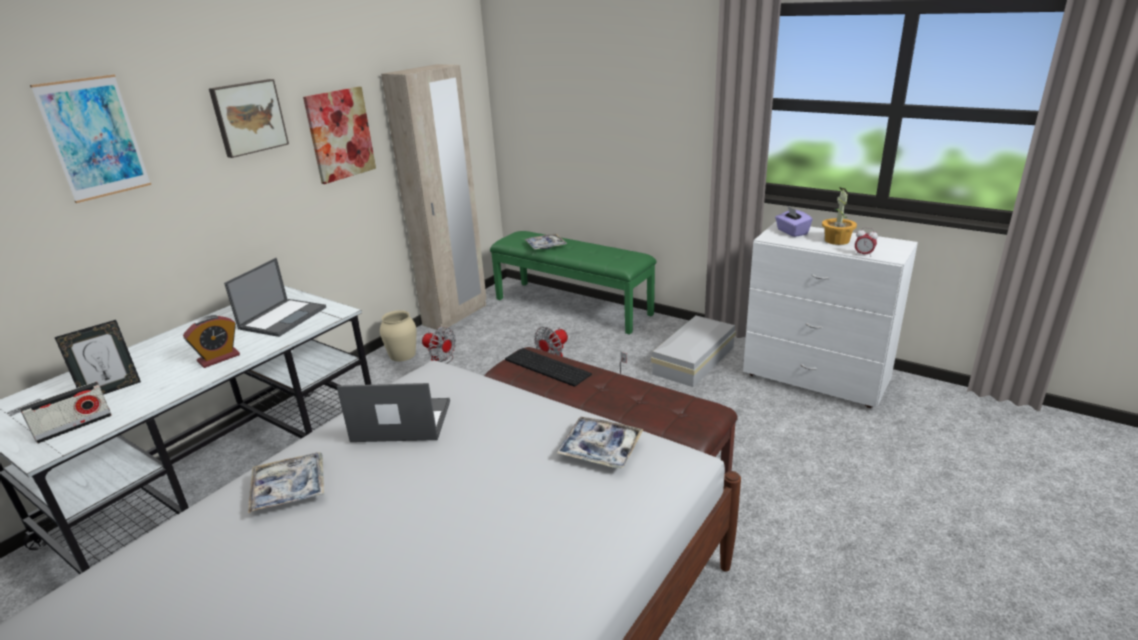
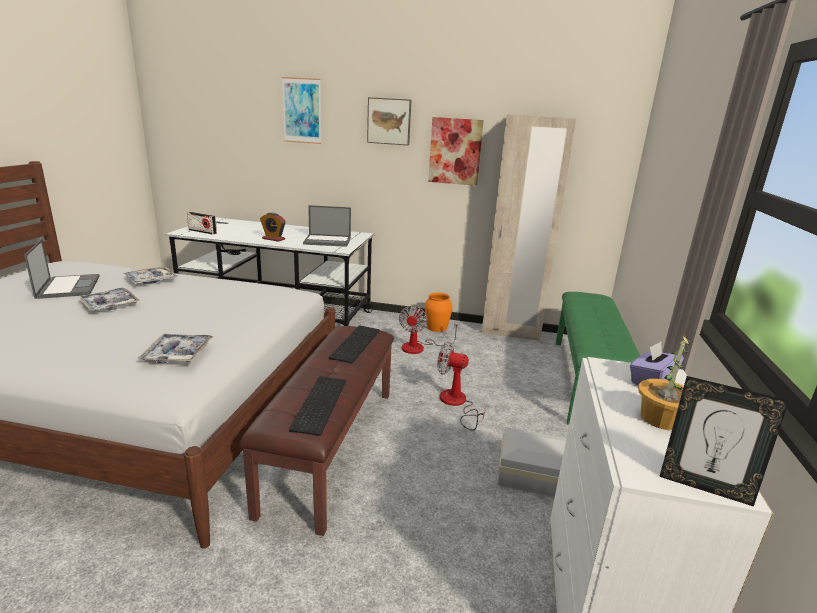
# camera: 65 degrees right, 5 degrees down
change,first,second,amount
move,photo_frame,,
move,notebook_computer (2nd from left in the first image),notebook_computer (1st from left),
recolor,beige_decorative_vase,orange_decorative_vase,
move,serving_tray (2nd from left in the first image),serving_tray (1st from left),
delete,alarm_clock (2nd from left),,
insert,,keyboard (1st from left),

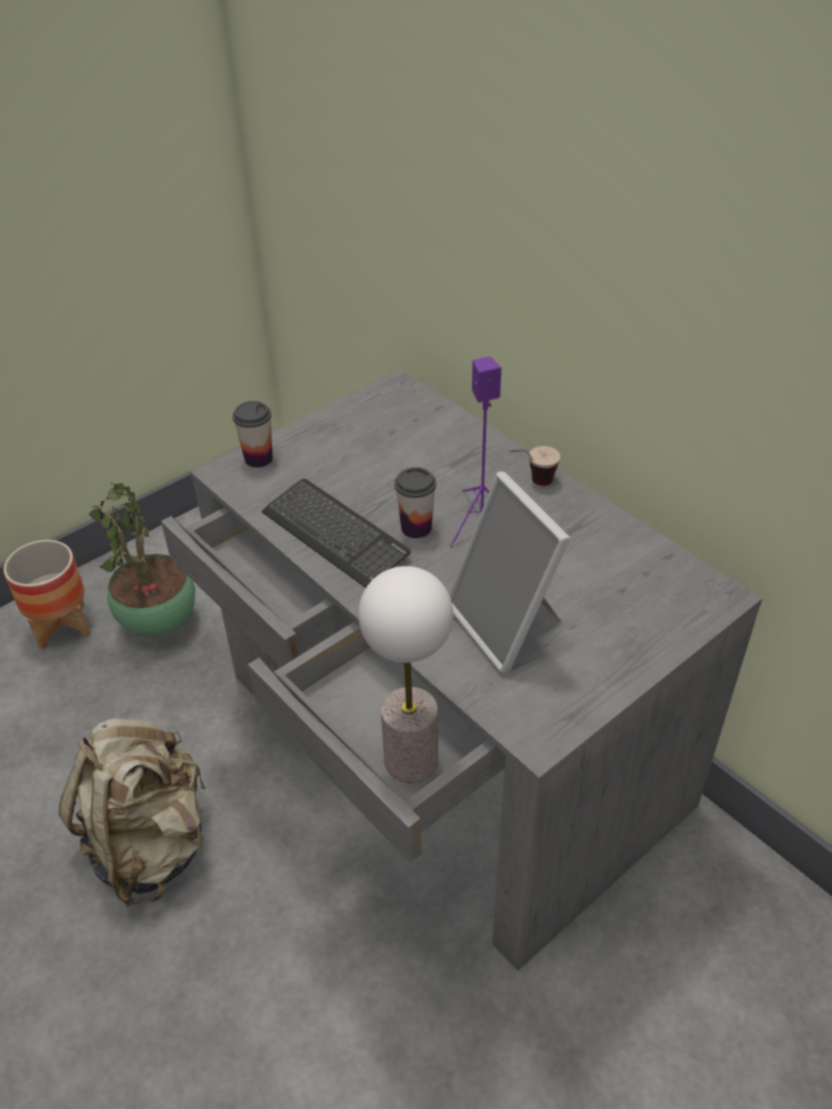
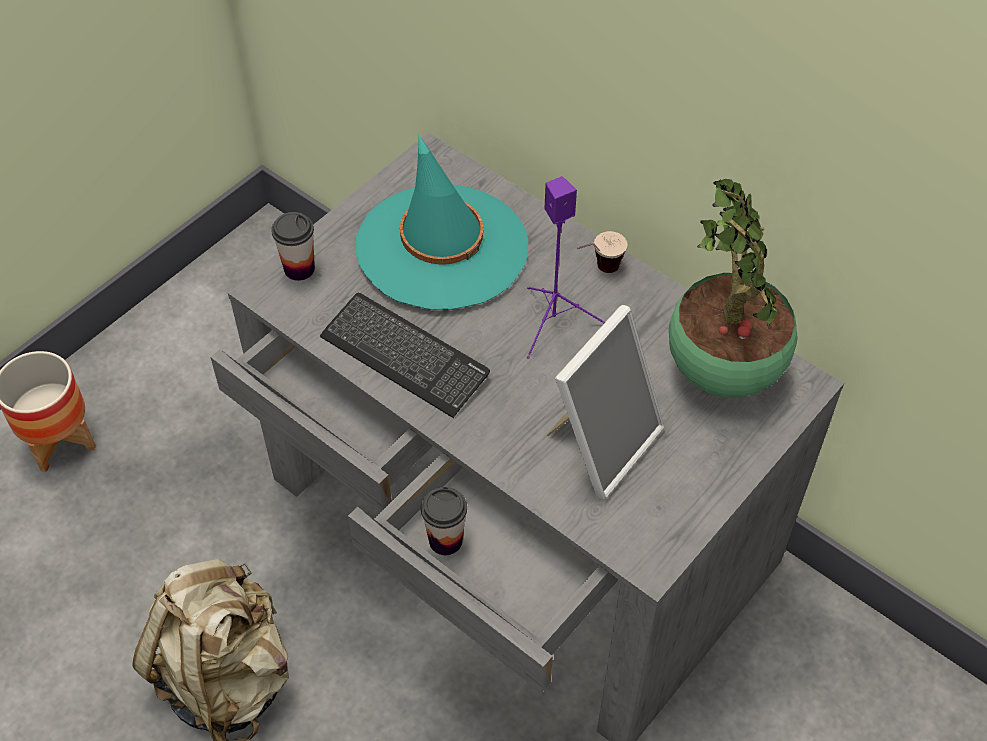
# camera: 10 degrees left, 10 degrees up
change,first,second,amount
move,plant_in_a_pot,,
delete,lamp_for_a_table,,
move,drinking_cup (2nd from left),,
rotate,photo_frame,,105 degrees counterclockwise
insert,,turquoise-coloured_clothing_hat,

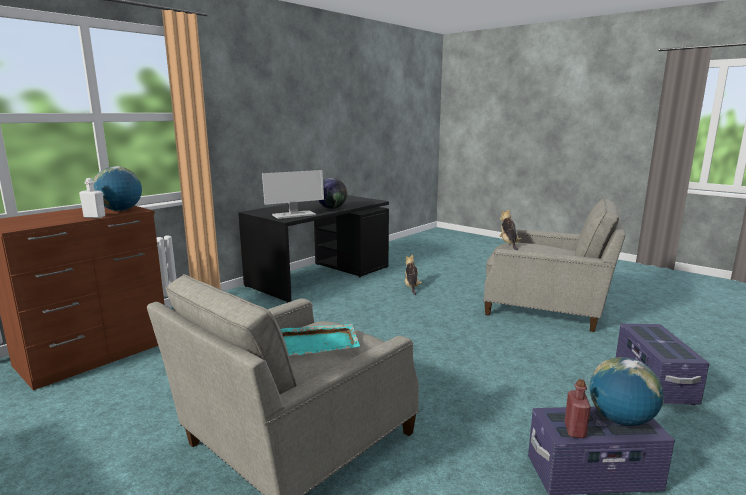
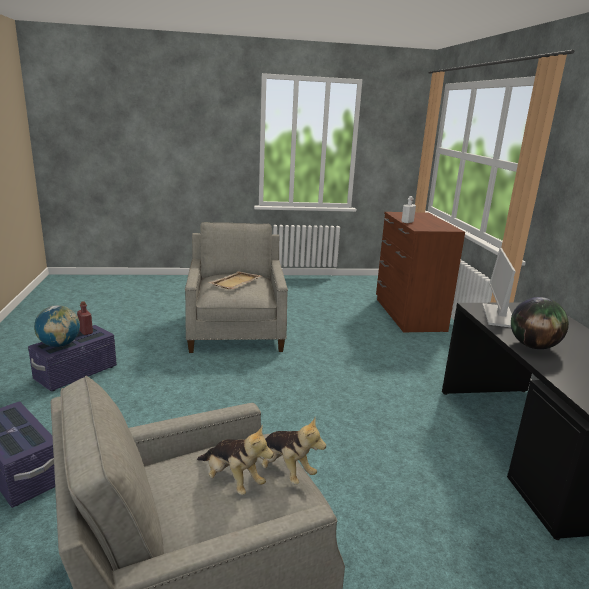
# camera: 130 degrees right, 5 degrees up
change,first,second,amount
delete,globe (1st from left),,
recolor,turquoise-coloured_serving_tray,beige_serving_tray,
move,cuddly_toy (1st from left),,

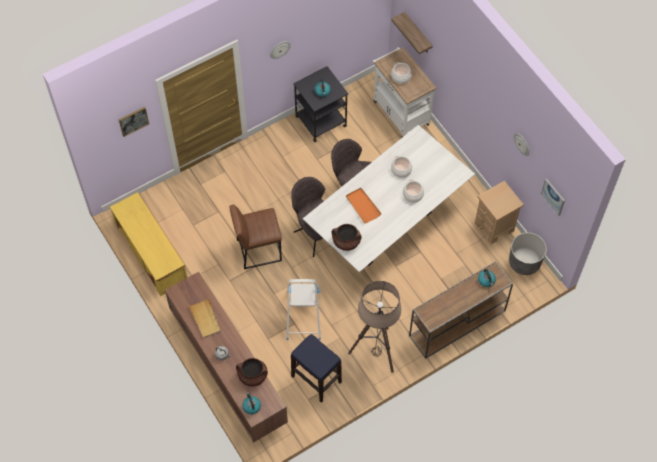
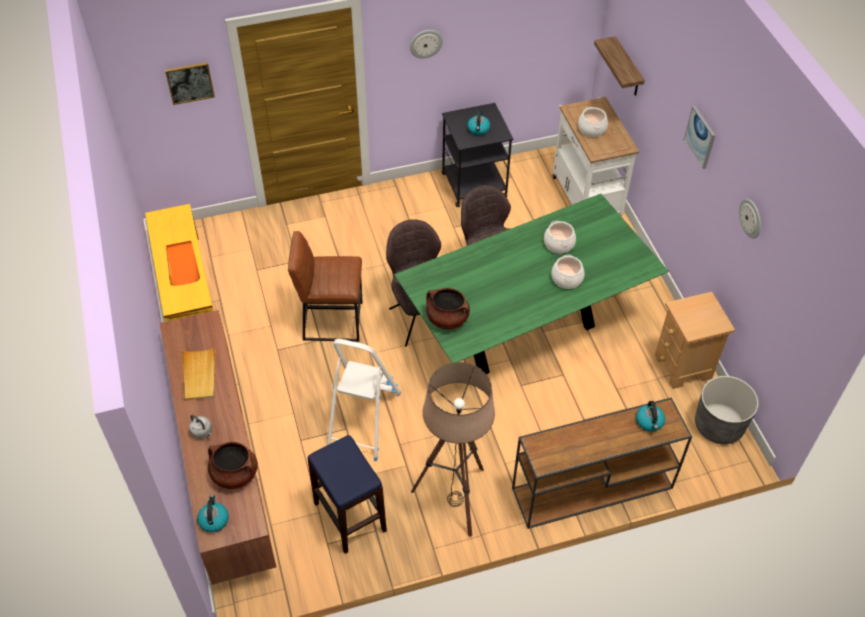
# camera: 15 degrees right, 10 degrees down
change,first,second,amount
recolor,white-coloured_dinner_table,greenish_dinner_table,
move,orange_serving_tray,,
move,wall_art (2nd from left),,

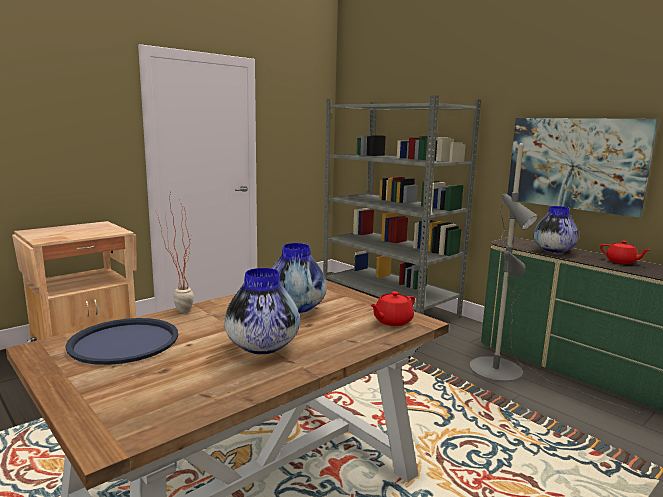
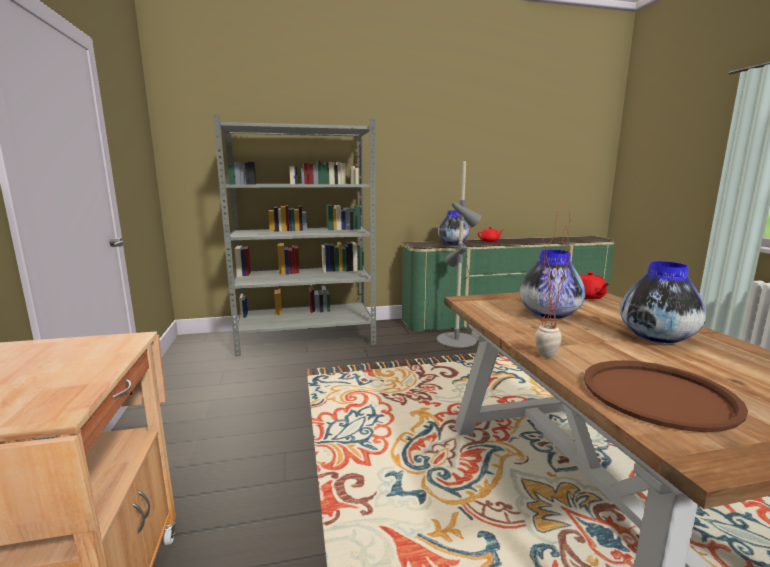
# camera: 60 degrees left, 0 degrees up
change,first,second,amount
recolor,blue-coloured_serving_tray,brown-coloured_serving_tray,
delete,wall_art,,

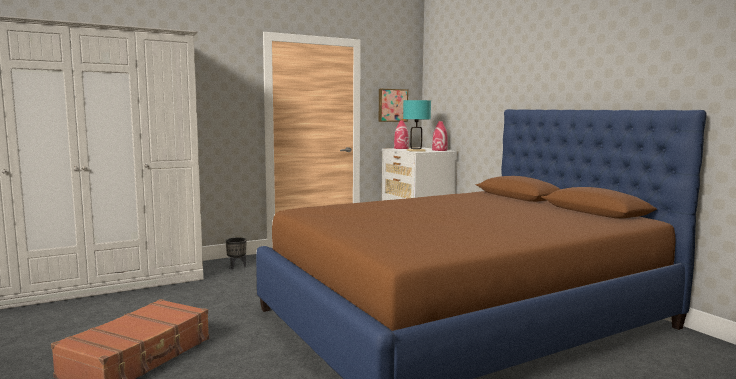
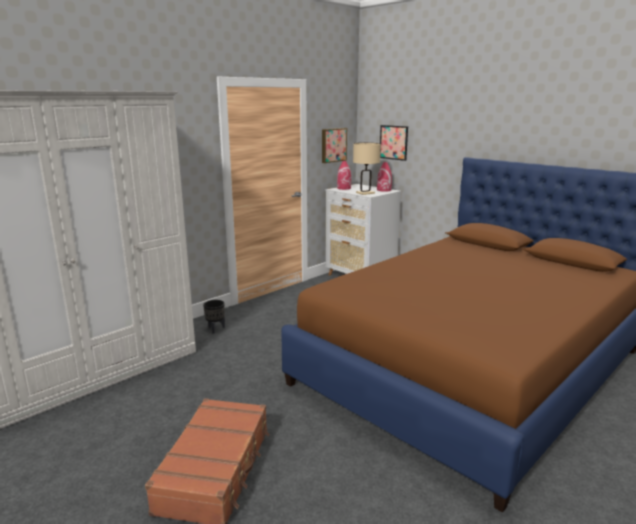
# camera: 15 degrees left, 10 degrees up
change,first,second,amount
recolor,turquoise-coloured_lamp_for_a_table,beige_lamp_for_a_table,
insert,,wall_art (2nd from left),

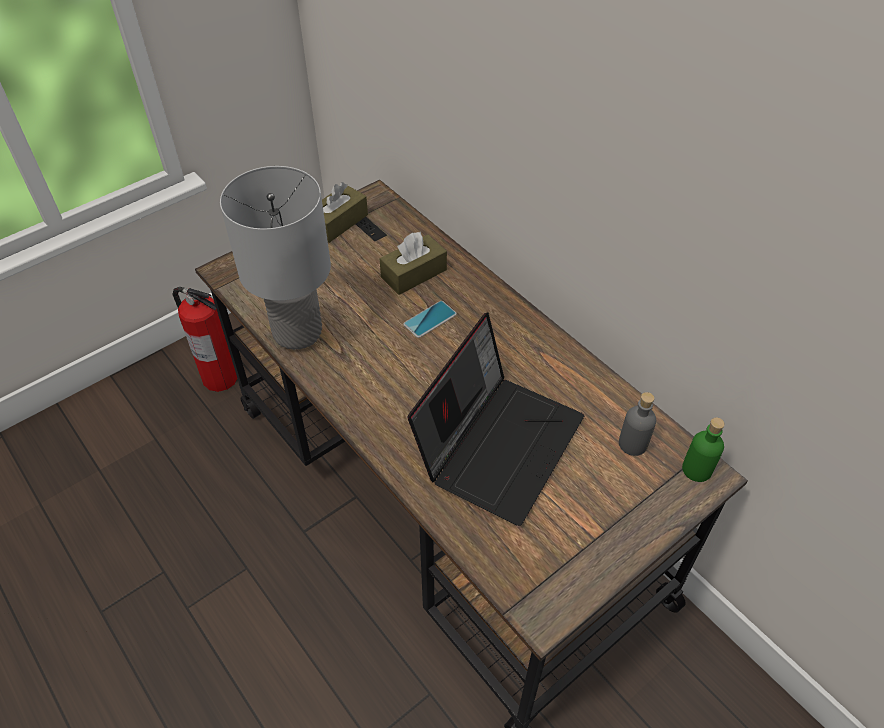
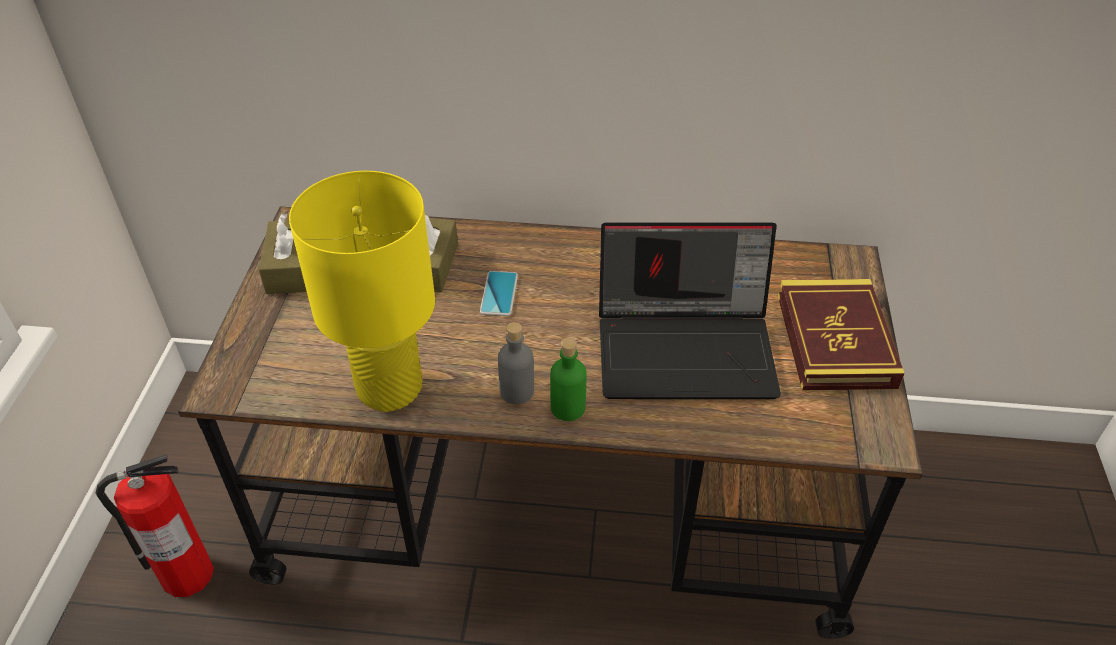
# camera: 45 degrees left, 5 degrees down
change,first,second,amount
recolor,grey_lamp_for_a_table,yellow_lamp_for_a_table,
rotate,notebook_computer,,105 degrees clockwise
move,grey_bottle,,
move,greenish_bottle,,
insert,,book,

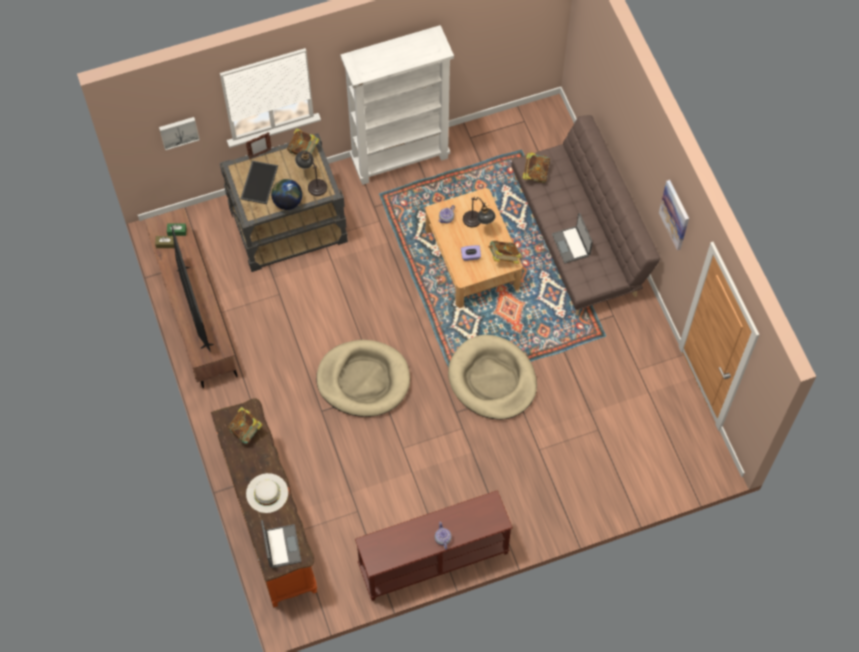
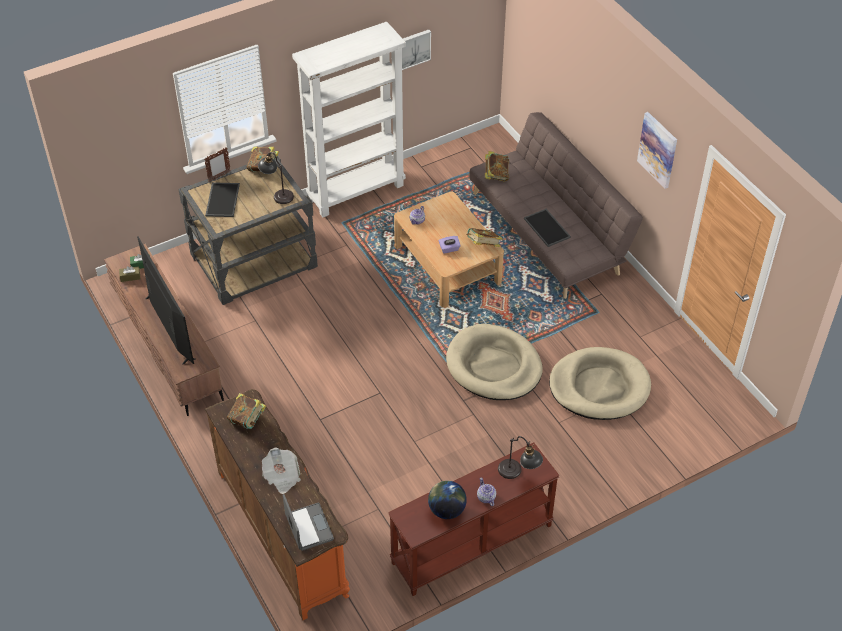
# camera: 10 degrees left, 15 degrees down
change,first,second,amount
move,wall_art (1st from left),,
replace,white-coloured_clothing_hat,daily_paper,
move,globe,,
move,beige_pet_bed (1st from left in the first image),beige_pet_bed (2nd from left),
move,grey_lamp_for_a_table (2nd from left),,
replace,notebook_computer (2nd from left),serving_tray (2nd from left),

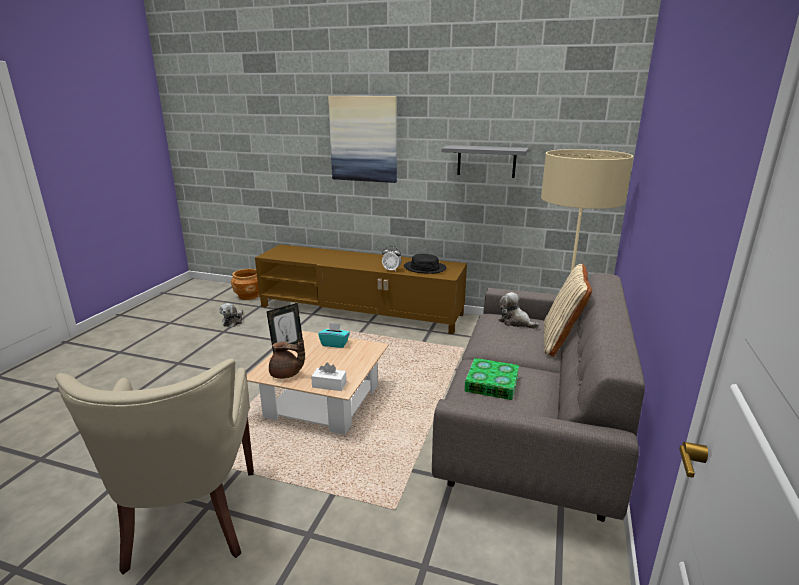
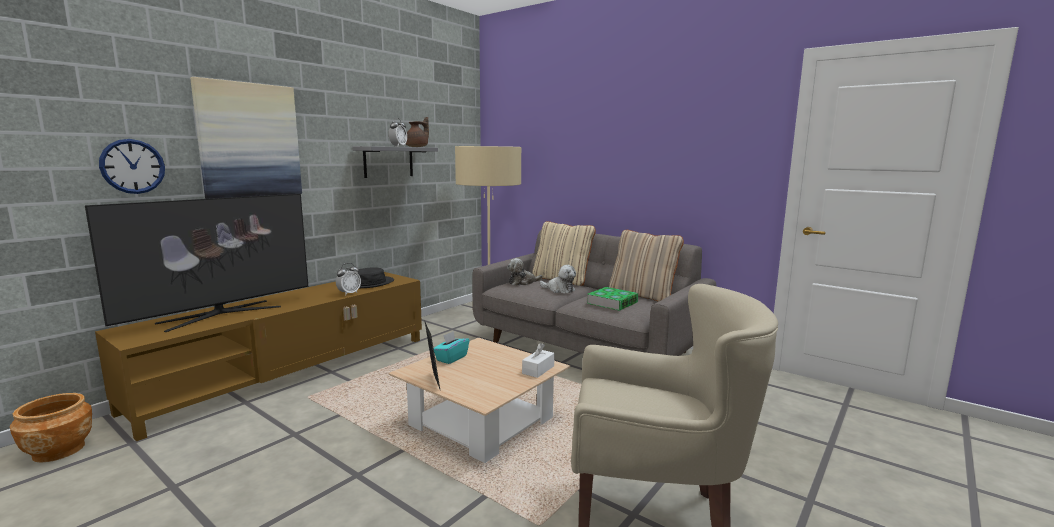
# camera: 70 degrees left, 10 degrees down
change,first,second,amount
move,cuddly_toy (1st from left in the first image),cuddly_toy (2nd from left),
move,brown-coloured_tea_pot,,
insert,,TV,
insert,,hanging_clock,
insert,,alarm_clock (2nd from left),
insert,,beige_throw_pillow (2nd from left),

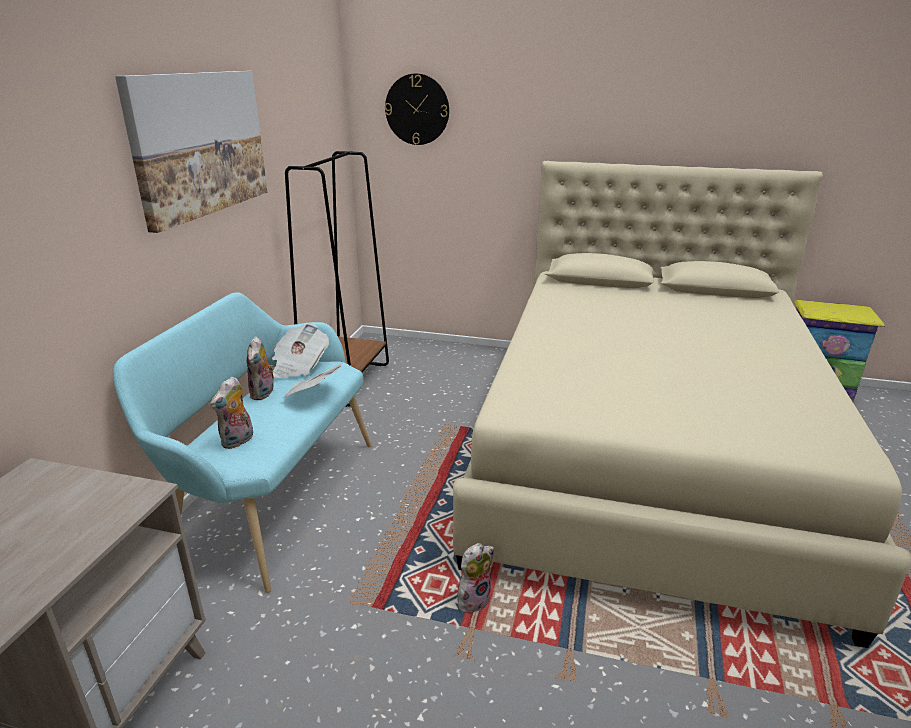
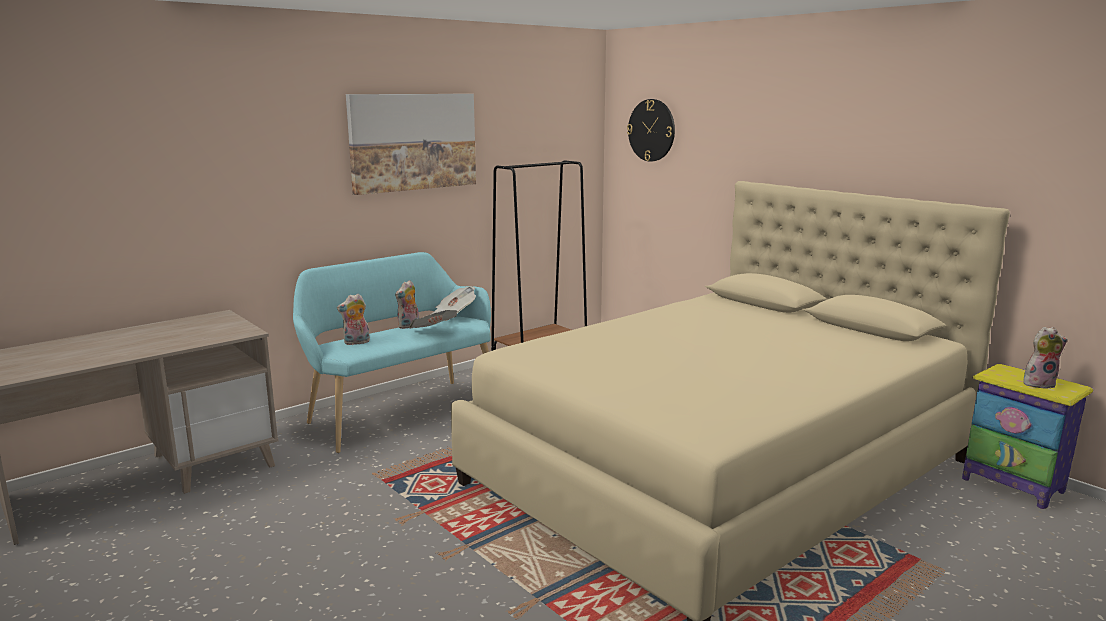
# camera: 35 degrees right, 10 degrees down
change,first,second,amount
move,cuddly_toy (3rd from left),,

